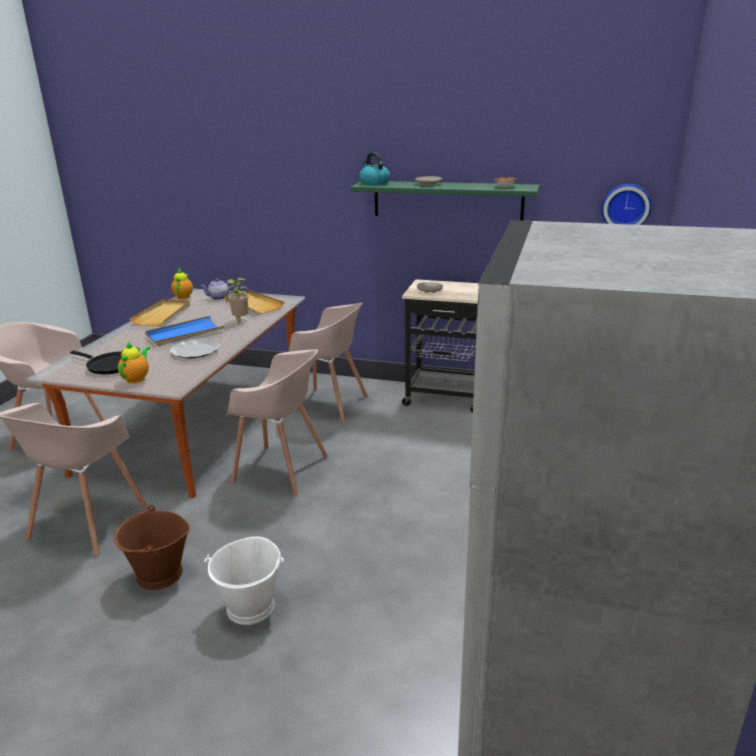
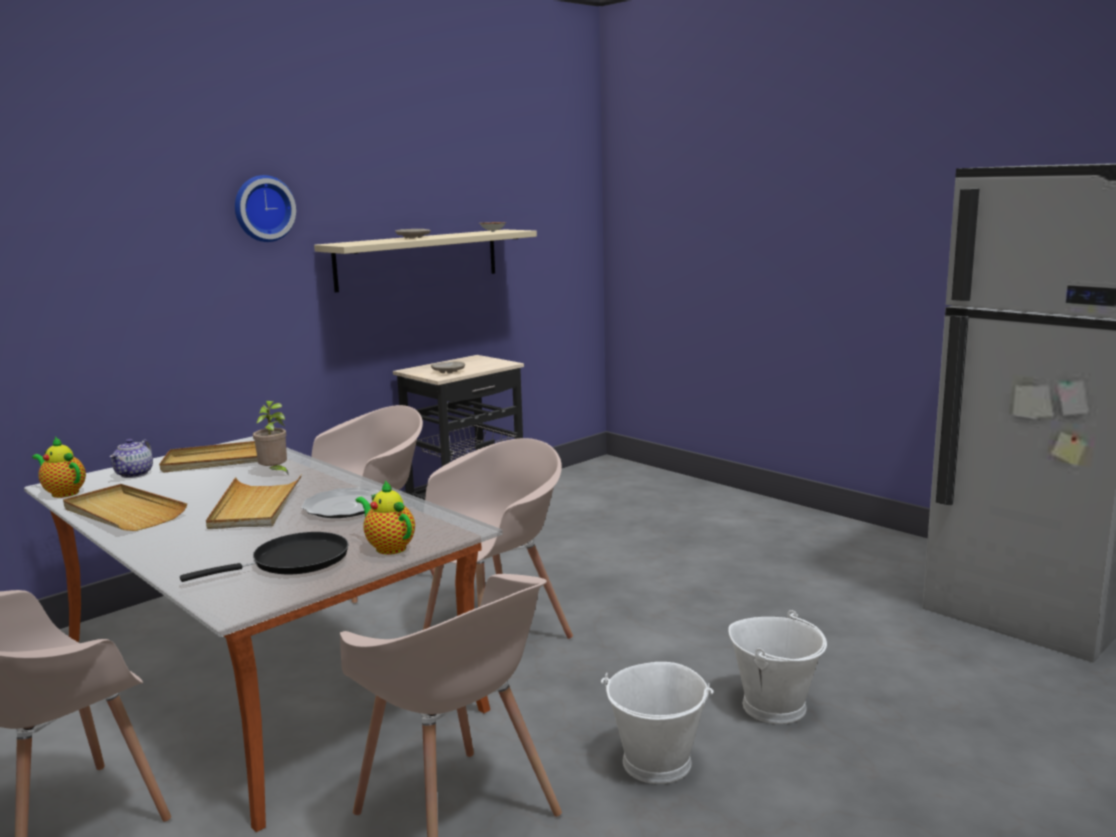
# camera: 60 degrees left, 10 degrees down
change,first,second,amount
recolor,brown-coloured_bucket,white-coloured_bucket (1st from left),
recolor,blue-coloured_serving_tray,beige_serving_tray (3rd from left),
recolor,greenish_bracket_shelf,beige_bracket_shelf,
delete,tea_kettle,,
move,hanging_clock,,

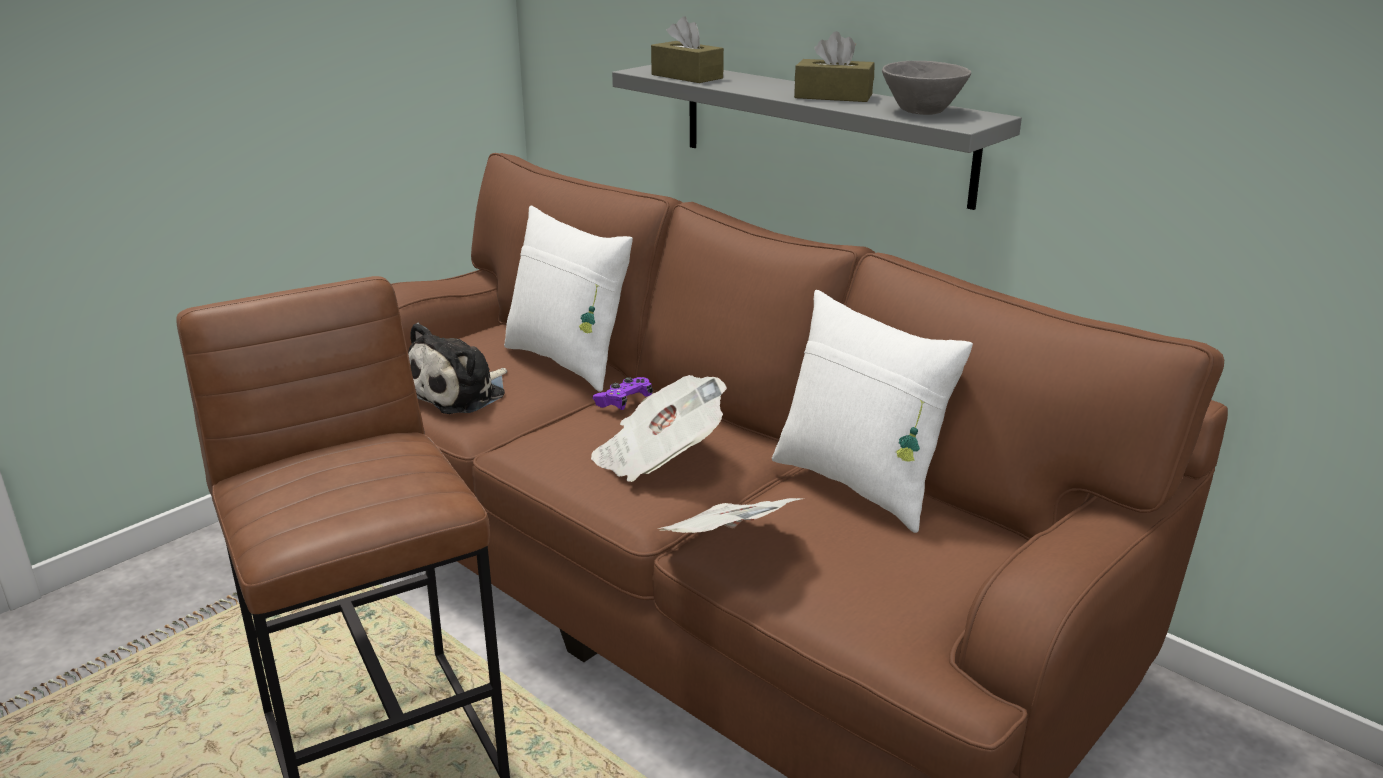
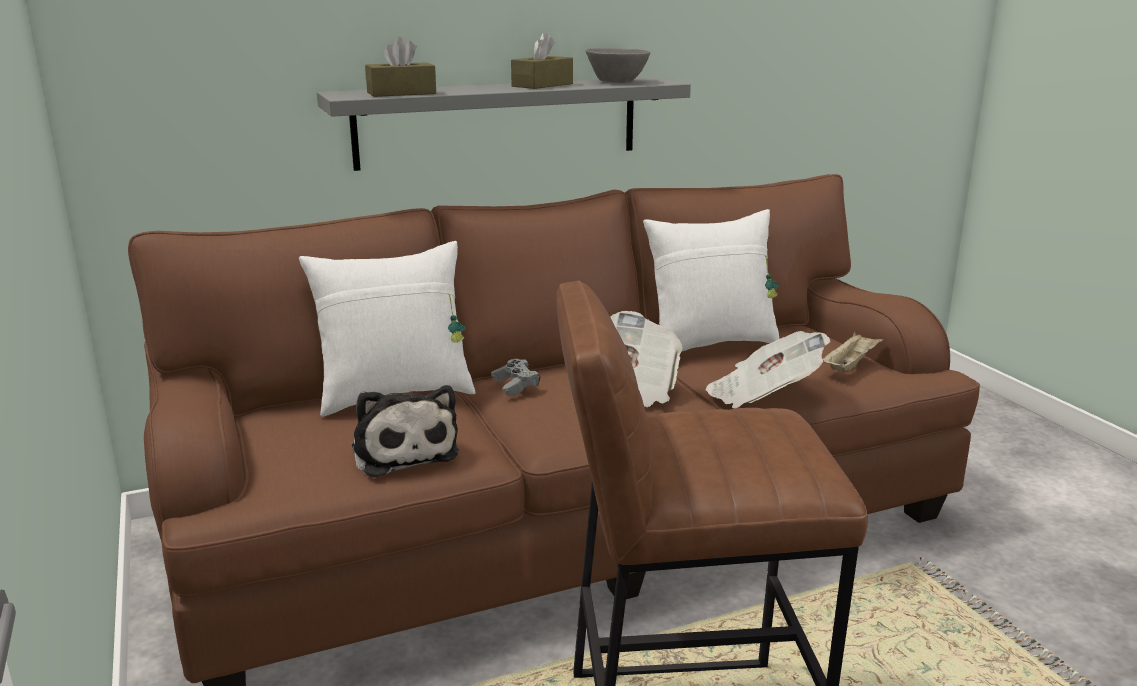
# camera: 65 degrees left, 5 degrees down
change,first,second,amount
recolor,purplish_game_controller,grey_game_controller,
insert,,beige_serving_tray,

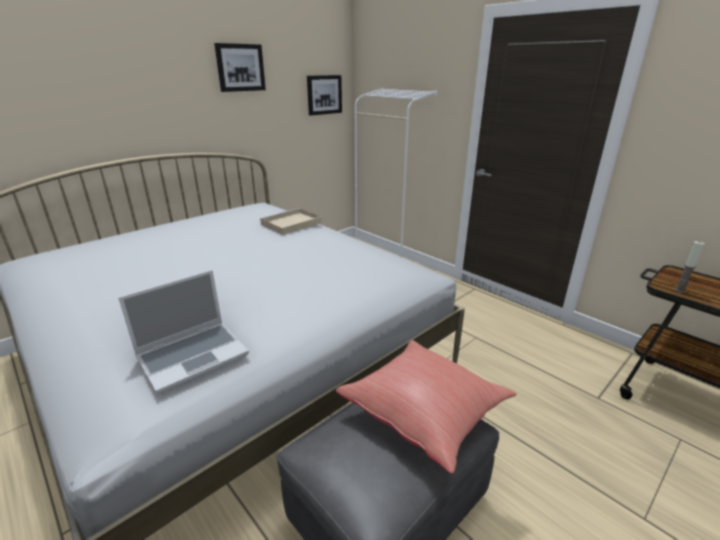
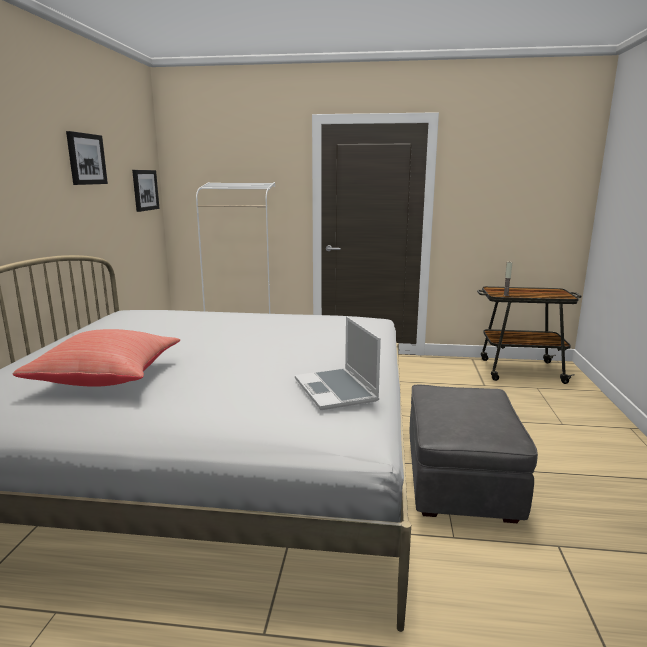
# camera: 40 degrees left, 10 degrees down
change,first,second,amount
rotate,notebook_computer,,150 degrees clockwise
delete,beige_serving_tray,,
move,red-coloured_throw_pillow,,

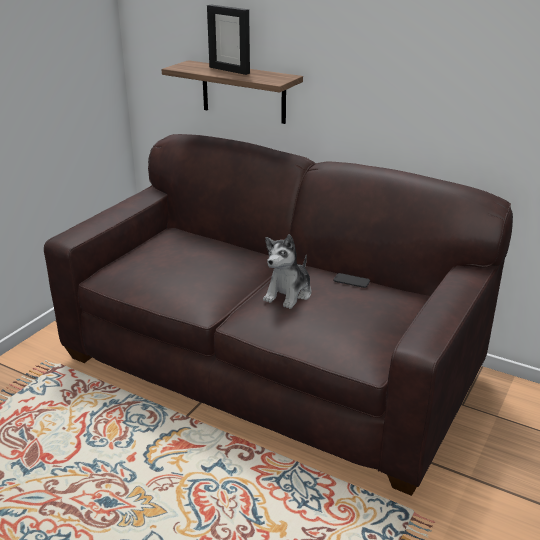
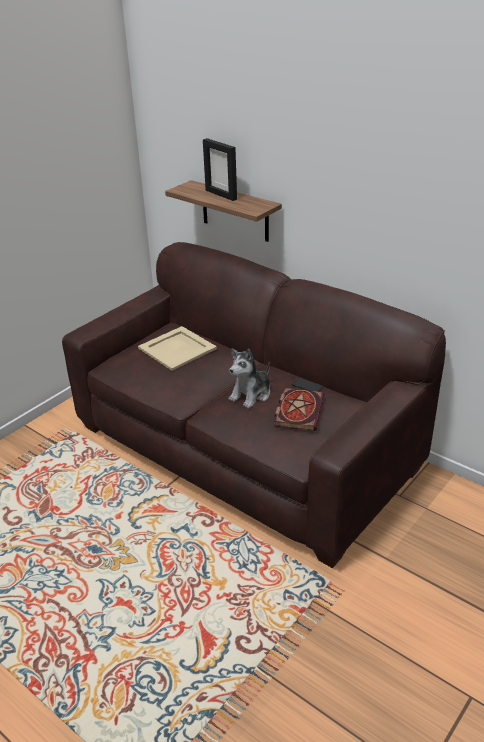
# camera: 10 degrees right, 5 degrees up
change,first,second,amount
insert,,beige_serving_tray,
insert,,book,

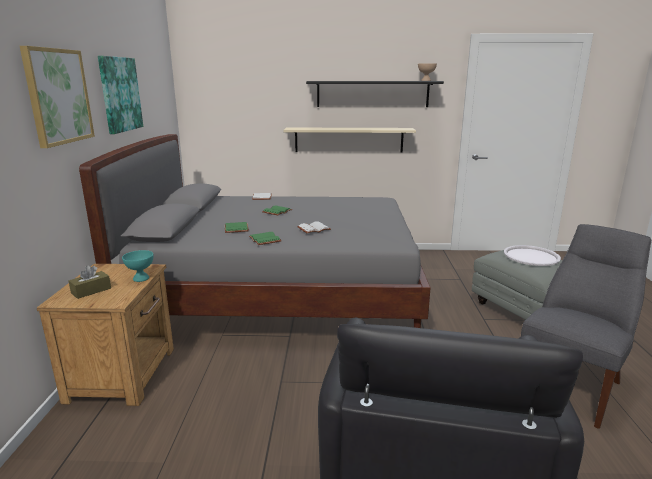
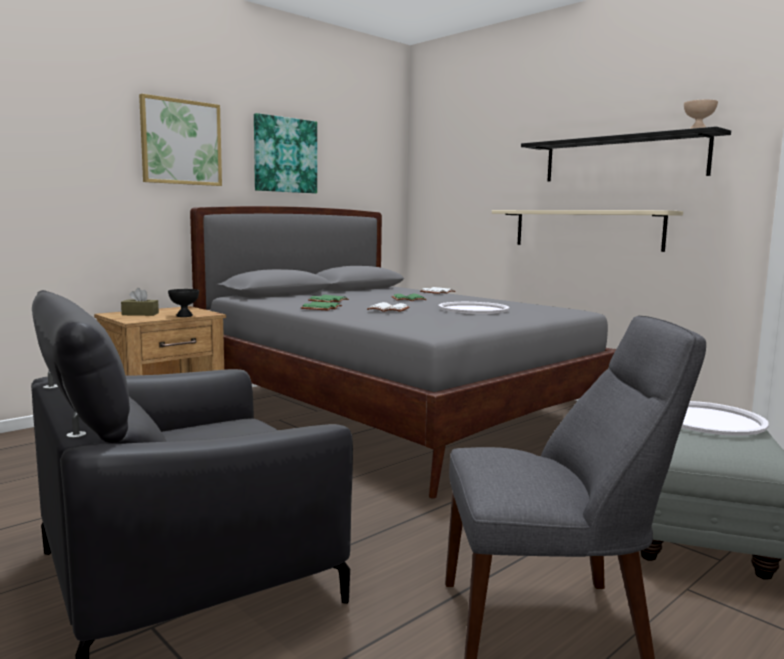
# camera: 45 degrees right, 10 degrees down
change,first,second,amount
recolor,turquoise-coloured_deep_dish,black_deep_dish,
insert,,white-coloured_serving_tray (1st from left),

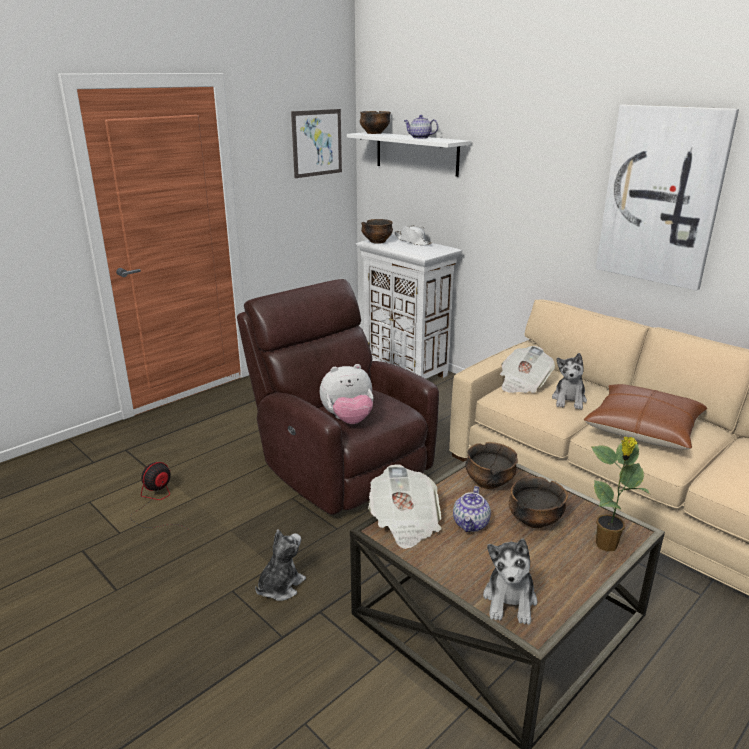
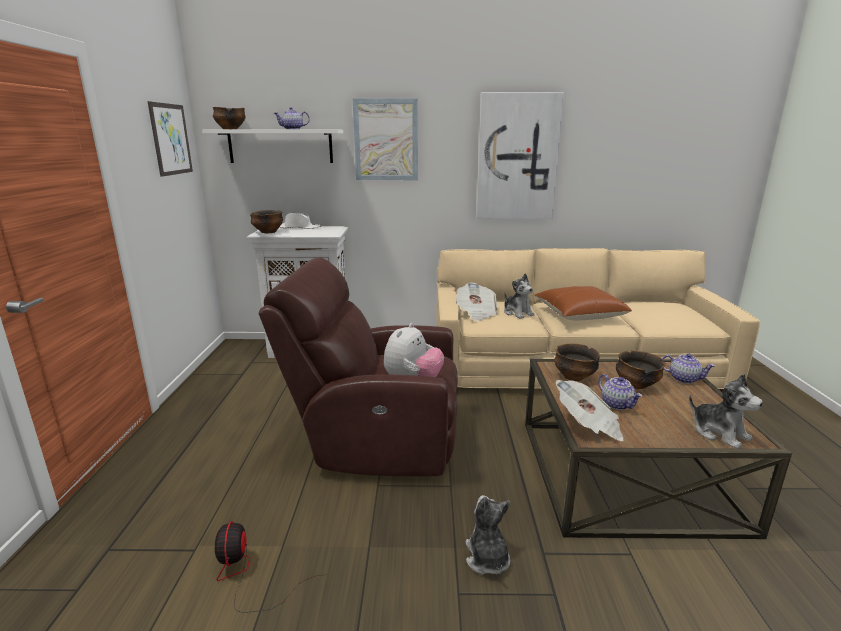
# camera: 45 degrees left, 5 degrees down
change,first,second,amount
replace,plant_in_a_pot,tea_pot (3rd from left),
insert,,wall_art (2nd from left),

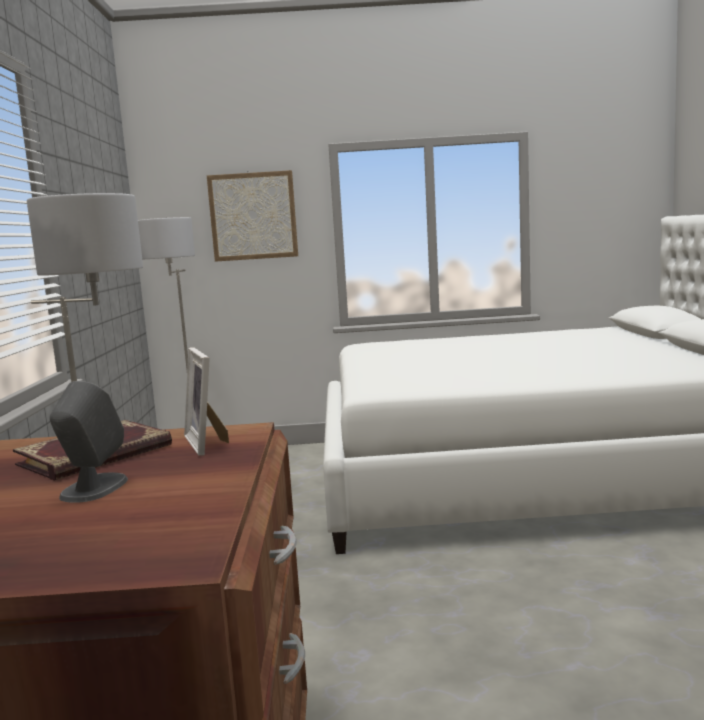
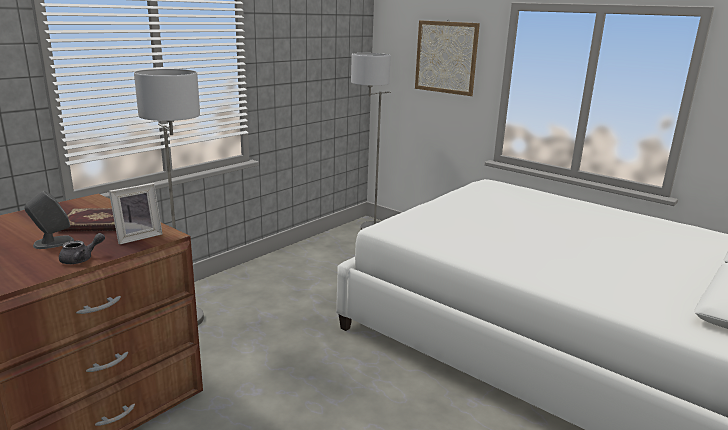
# camera: 40 degrees right, 10 degrees up
change,first,second,amount
rotate,photo_frame,,150 degrees counterclockwise
insert,,grey_tea_pot,

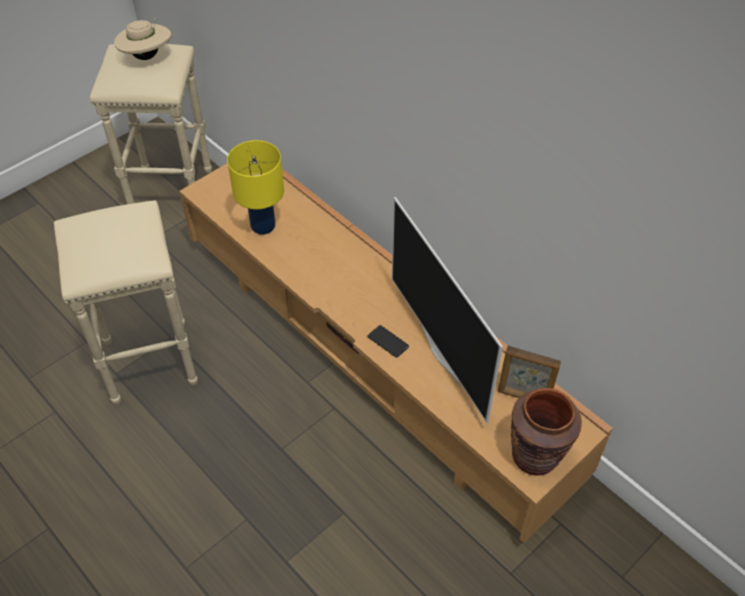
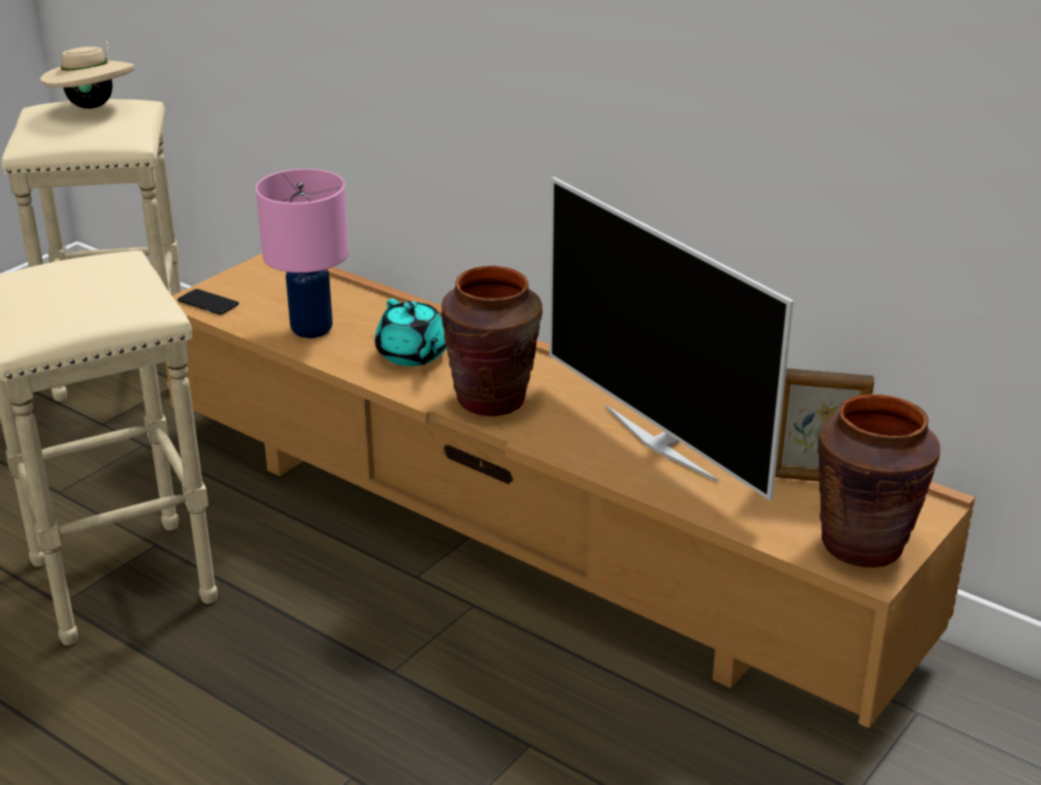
# camera: 10 degrees left, 20 degrees down
change,first,second,amount
recolor,yellow_lamp_for_a_table,pinkish_lamp_for_a_table,
move,handset,,
insert,,turquoise-coloured_tea_pot,
insert,,brown-coloured_decorative_vase (1st from left),

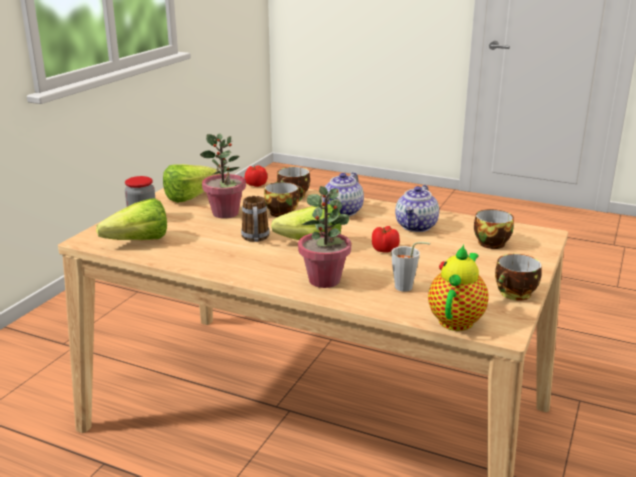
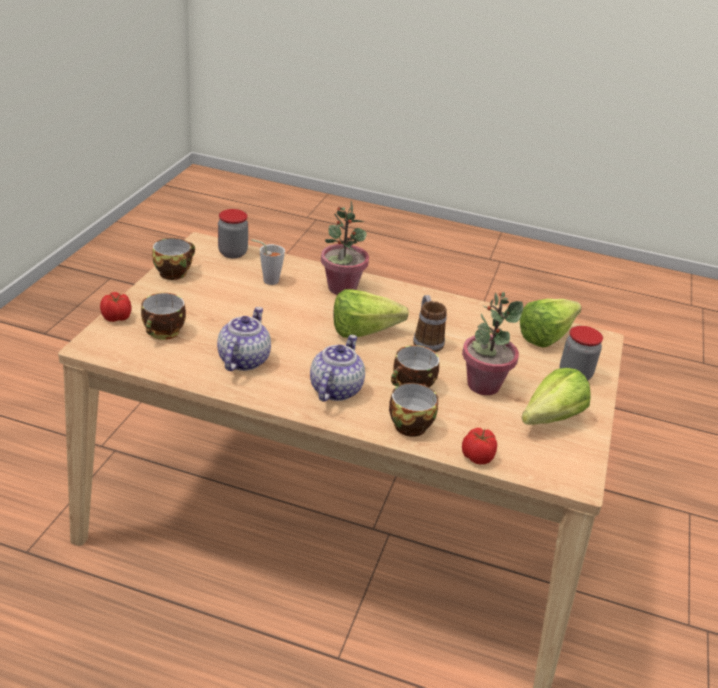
# camera: 170 degrees right, 10 degrees up
change,first,second,amount
move,whole_tomato (2nd from left in the first image),whole_tomato (1st from left),
replace,tea_pot (3rd from left),jar (1st from left),

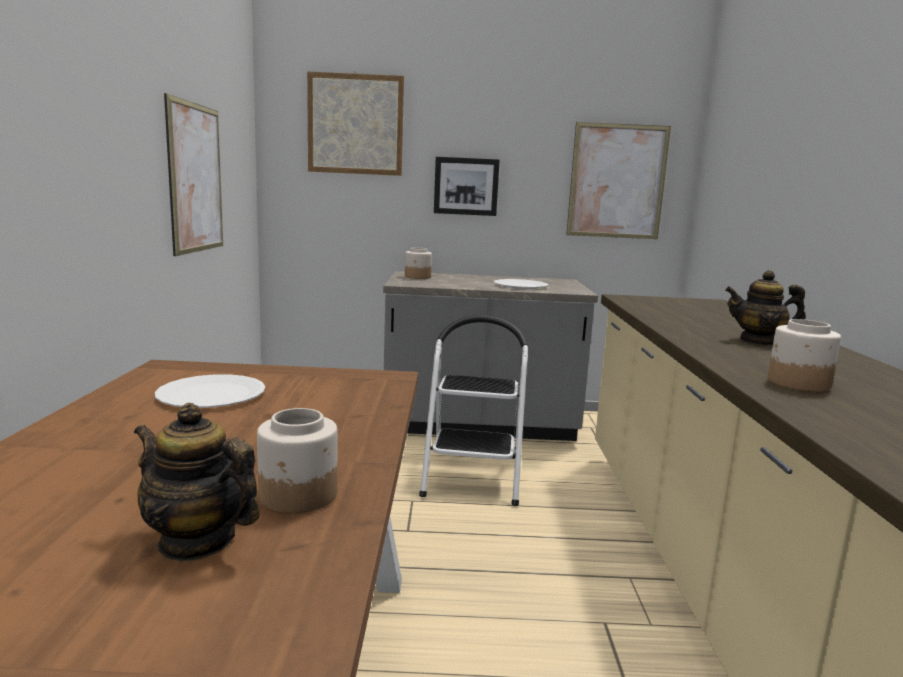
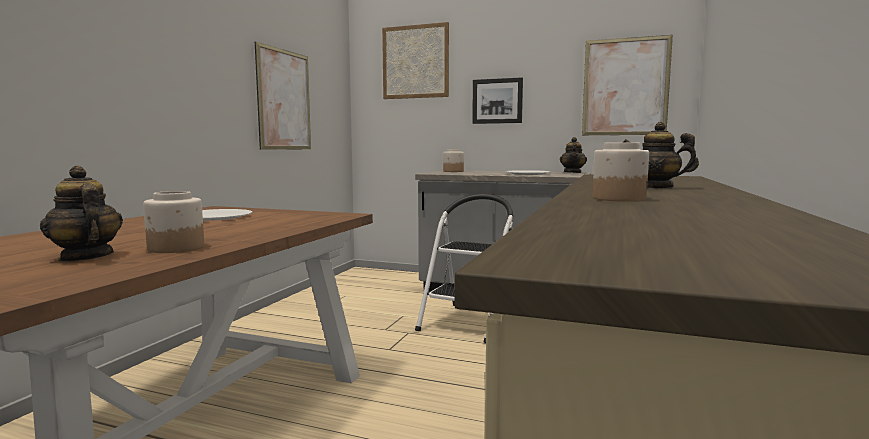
# camera: 20 degrees right, 5 degrees down
change,first,second,amount
insert,,tea_pot (2nd from left),

